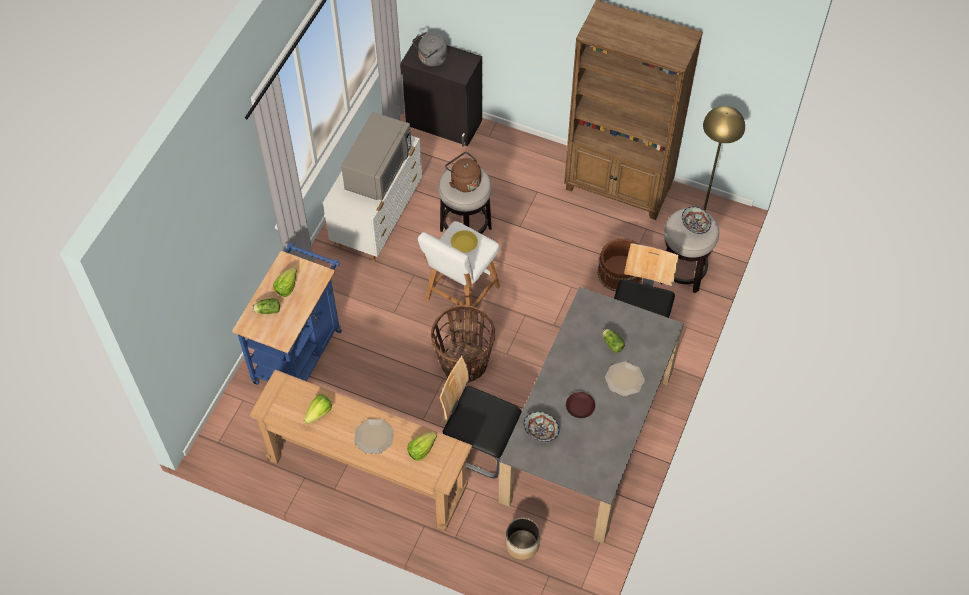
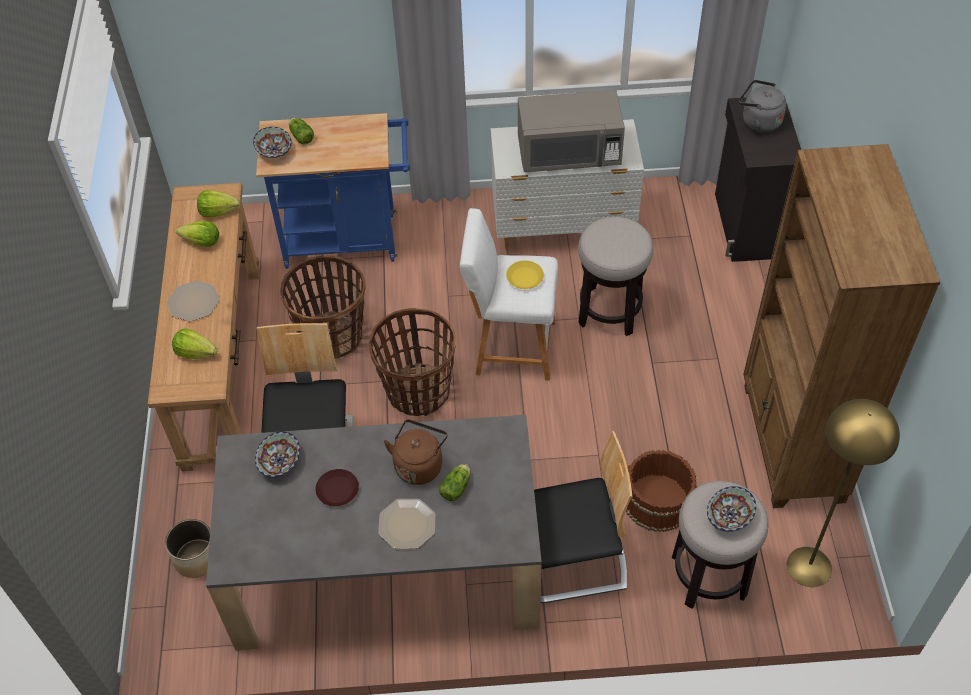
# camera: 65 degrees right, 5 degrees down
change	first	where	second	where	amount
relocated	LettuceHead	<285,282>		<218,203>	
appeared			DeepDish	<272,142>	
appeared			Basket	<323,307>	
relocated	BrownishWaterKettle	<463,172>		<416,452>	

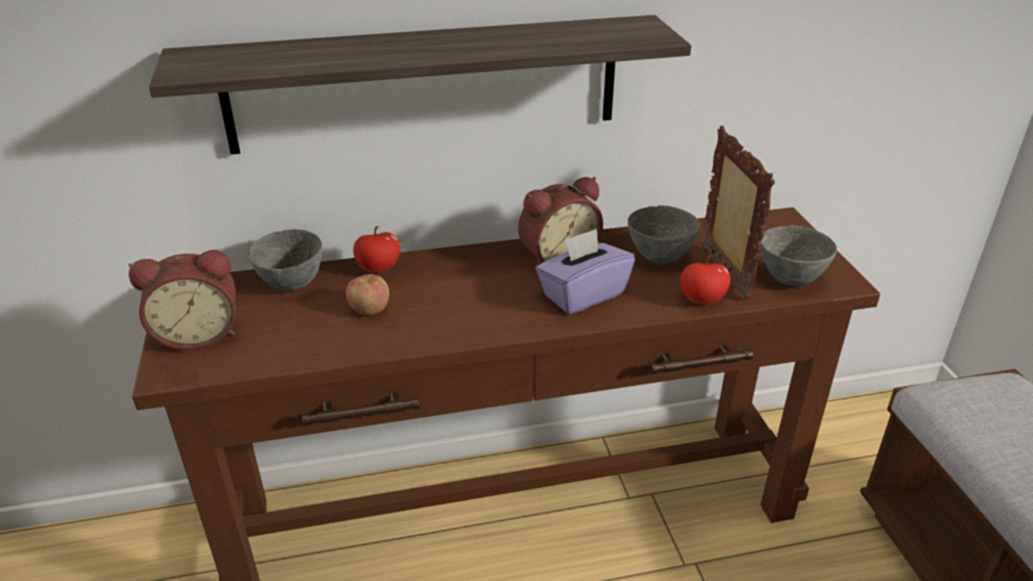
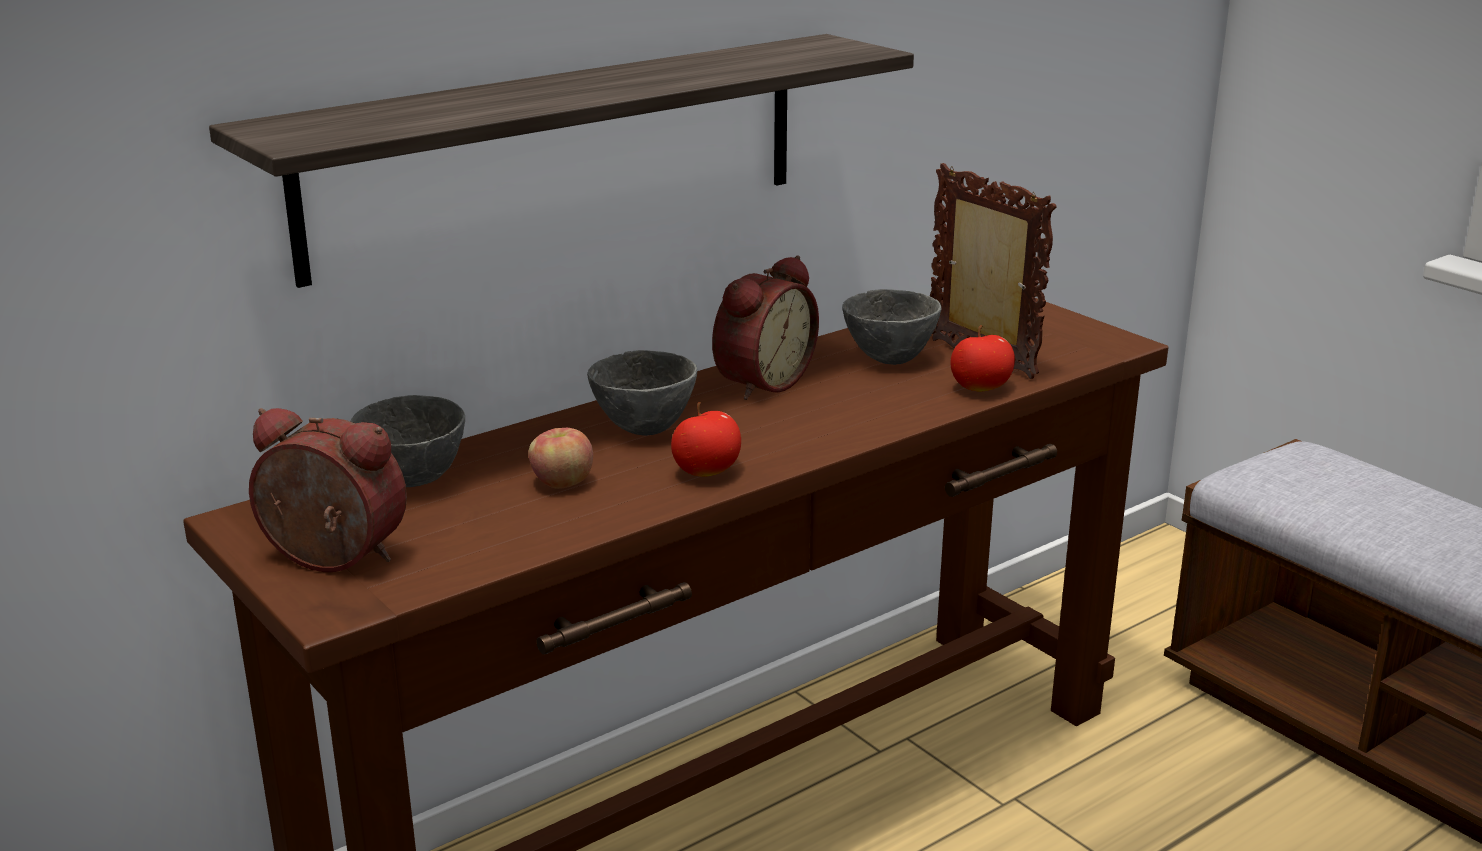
# camera: 25 degrees left, 10 degrees down
change	first	where	second	where	amount
spun	AlarmClock	<182,300>		<328,490>	120 degrees counterclockwise
relocated	GrayDeepDish	<798,256>		<642,393>	
relocated	Apple	<376,249>		<706,439>	
missing	PurpleTissueBox	<585,271>			

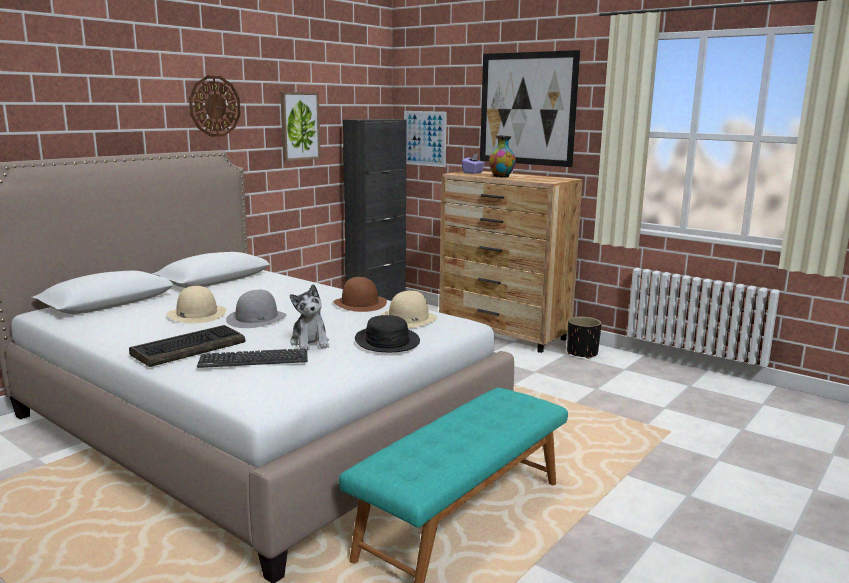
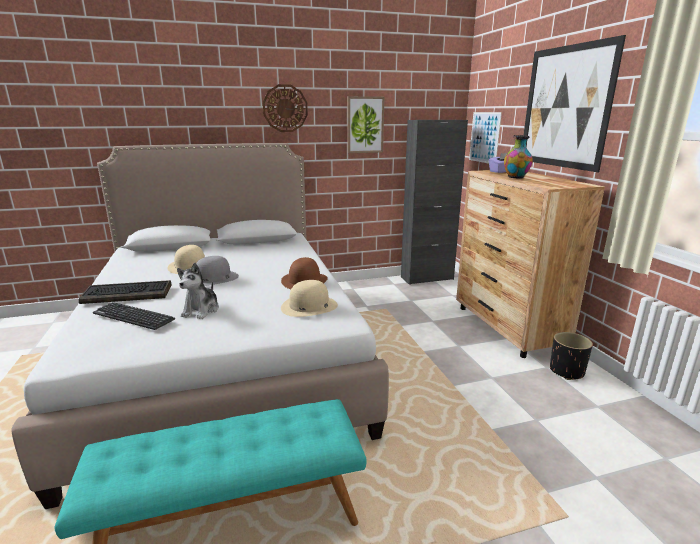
# camera: 35 degrees right, 5 degrees up
change	first	where	second	where	amount
missing	BlackWearableHat	<387,333>			

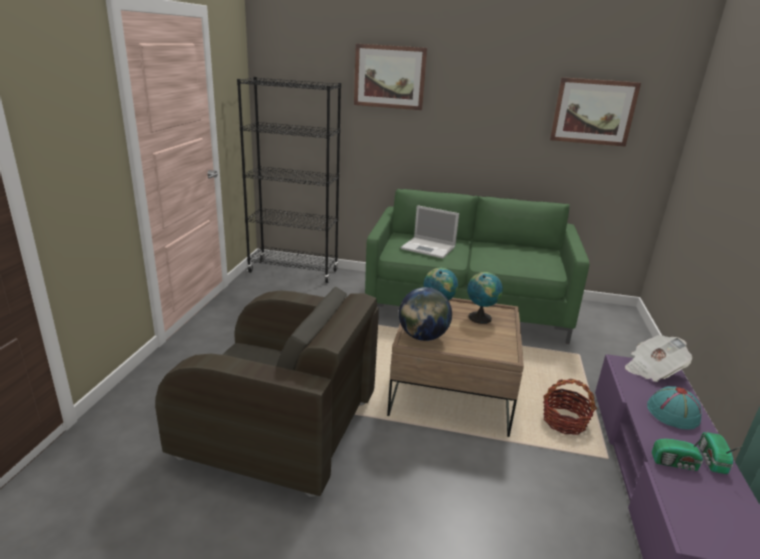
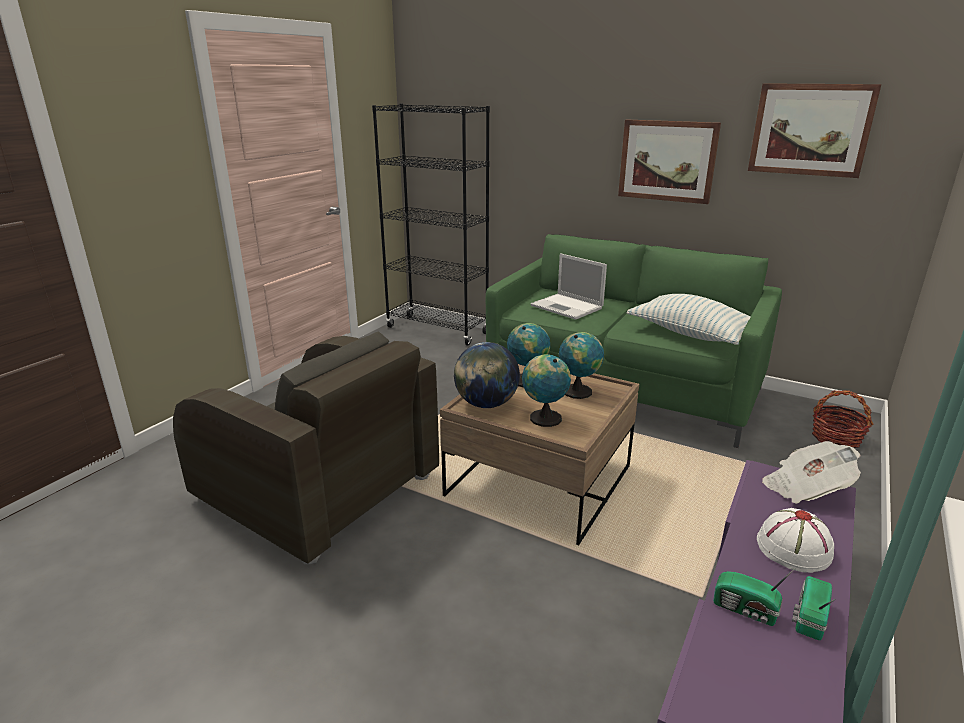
# camera: 20 degrees right, 0 degrees up
change	first	where	second	where	amount
appeared			WorldGlobe	<546,390>	
relocated	WallPicture	<390,77>		<669,162>	
appeared			Pillow	<689,319>	
colour	BlueGreenWearableHat	<674,408>	WhiteColouredWearableHat	<795,540>	
relocated	Basket	<570,407>		<842,419>	

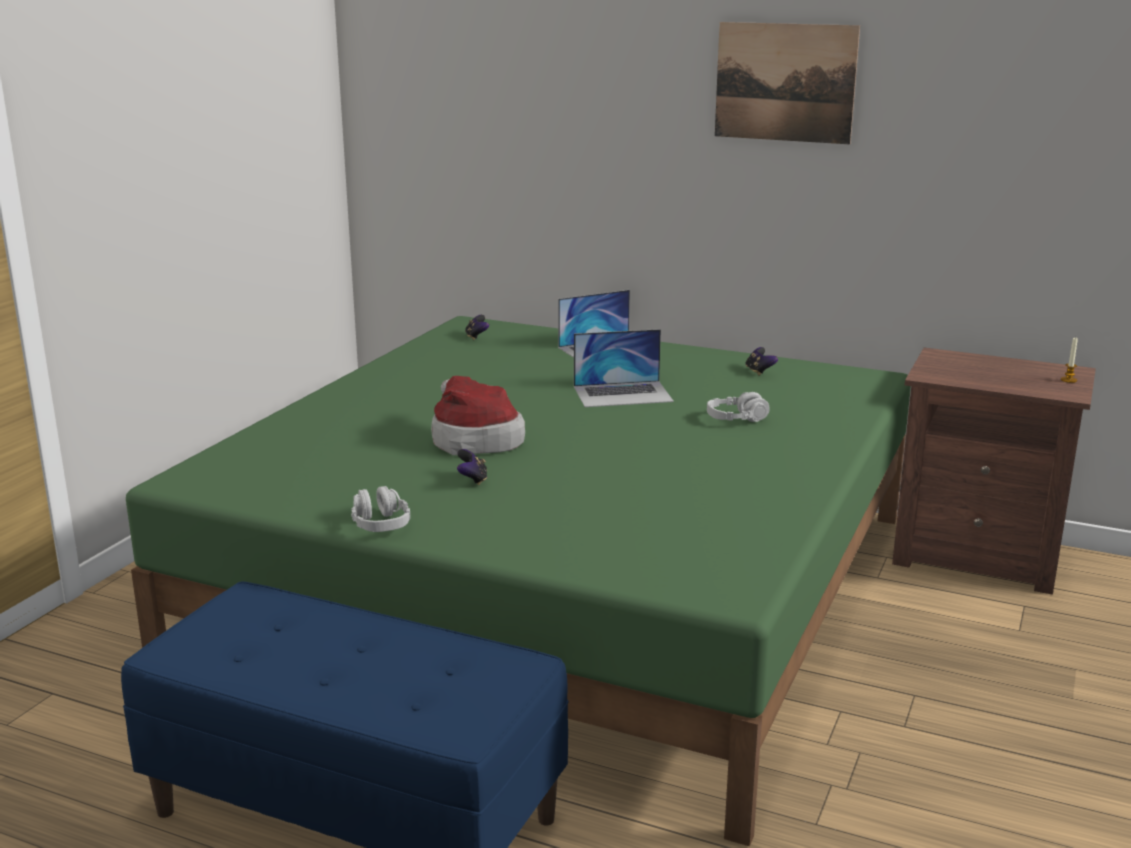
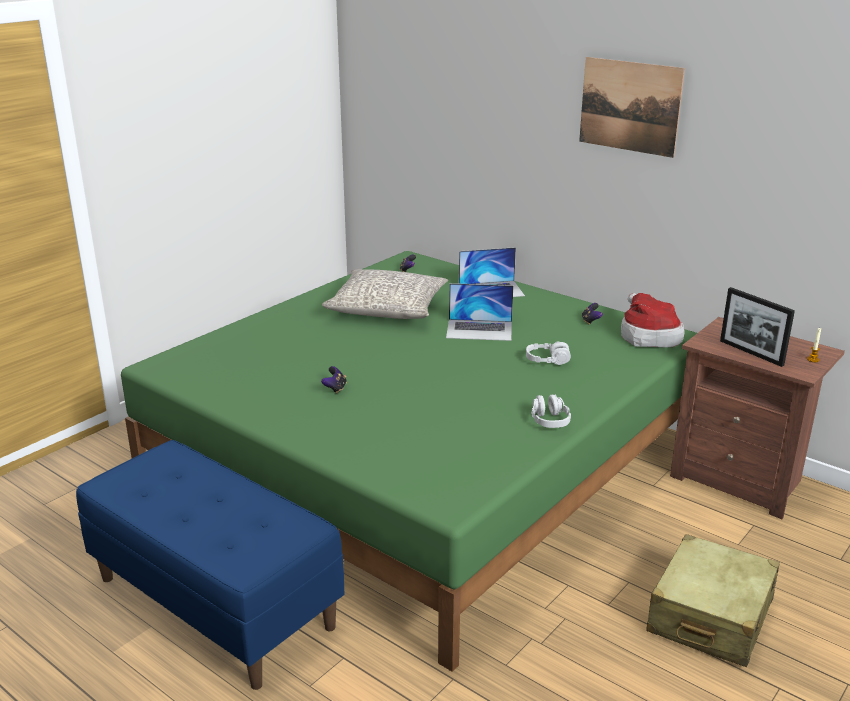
# camera: 15 degrees right, 5 degrees up
change	first	where	second	where	amount
appeared			GrayPillow	<385,294>	
relocated	GrayHeadset	<380,509>		<551,411>	
relocated	WearableHat	<478,415>		<652,320>	
appeared			SandColouredTravelCase	<713,600>	
appeared			StandingFrame	<757,327>	

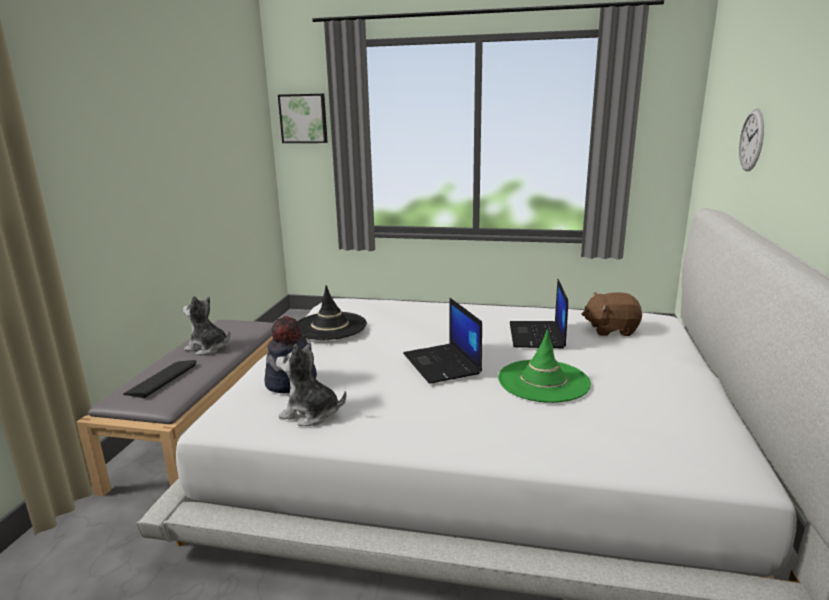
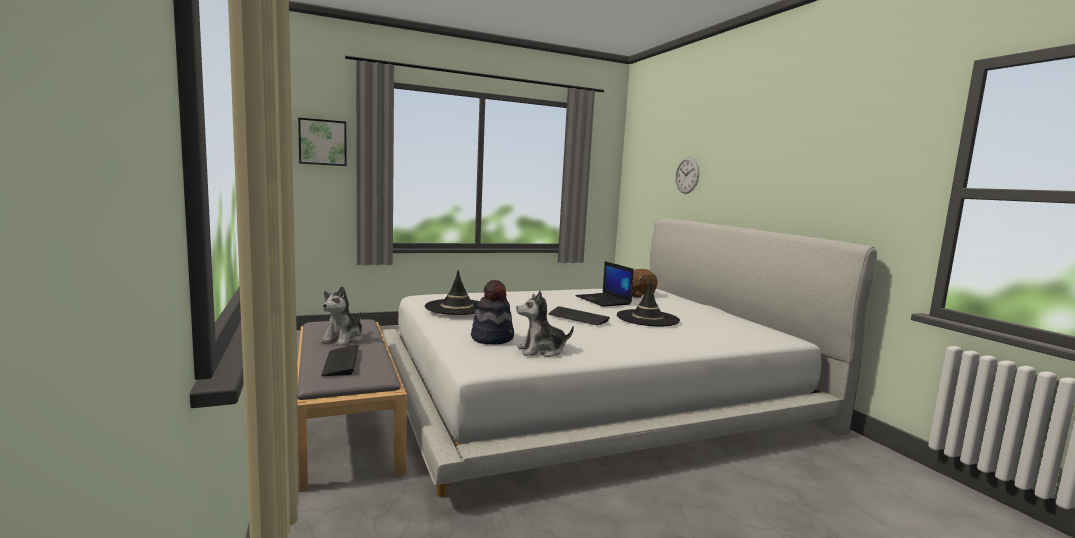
# camera: 35 degrees left, 10 degrees down
change	first	where	second	where	amount
spun	PlushToy	<206,325>		<341,316>	60 degrees counterclockwise
exchanged	NotebookComputer	<442,341>	ComputerKeyboard	<579,316>	
colour	GreenWearableHat	<544,366>	BlackWearableHat	<648,303>	

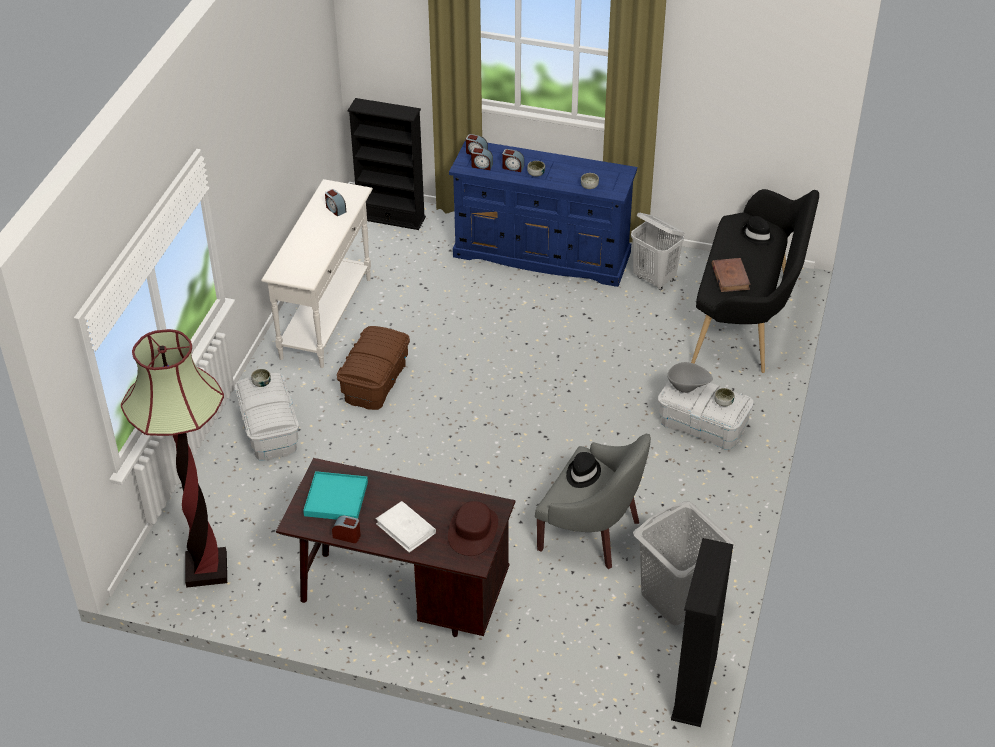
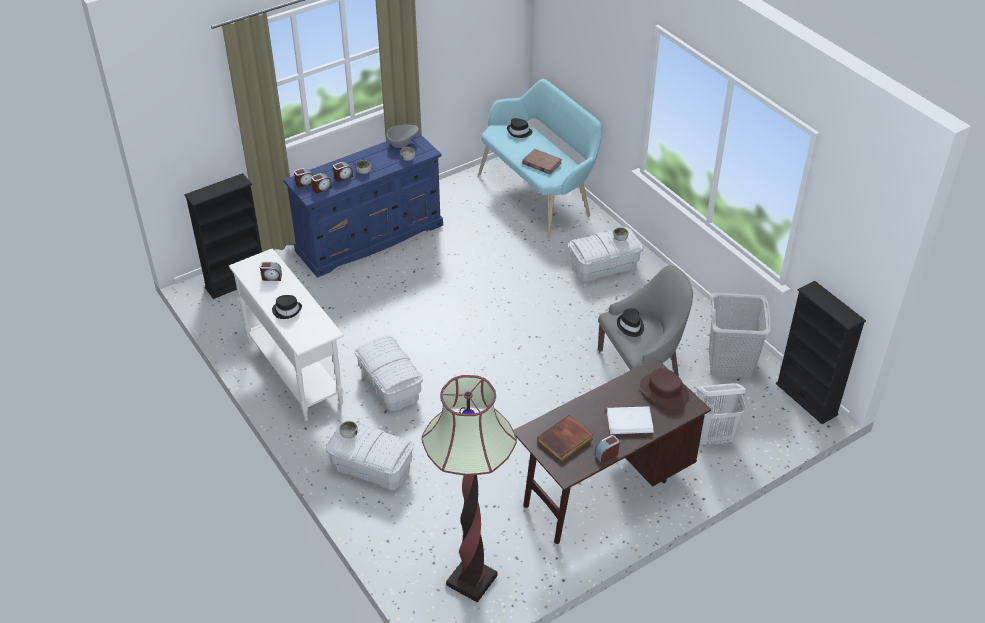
# camera: 50 degrees left, 0 degrees up
change	first	where	second	where	amount
appeared			BlackWearableHat	<287,307>	
colour	BrownishStorageContainer	<373,368>	WhiteColouredStorageContainer	<389,373>	
relocated	GrayDeepDish	<690,377>		<403,136>	
colour	BlackBench	<755,281>	BlueGreenBench	<540,159>	
exchanged	BlueGreenTray	<335,495>	Book	<565,438>	
relocated	WhiteColouredHamper	<657,251>		<721,414>	

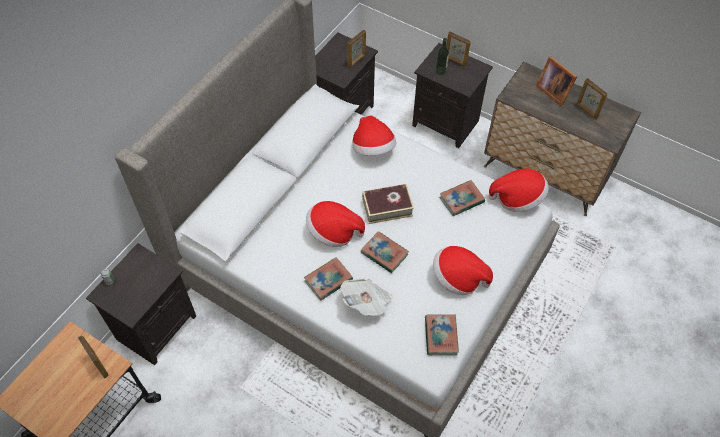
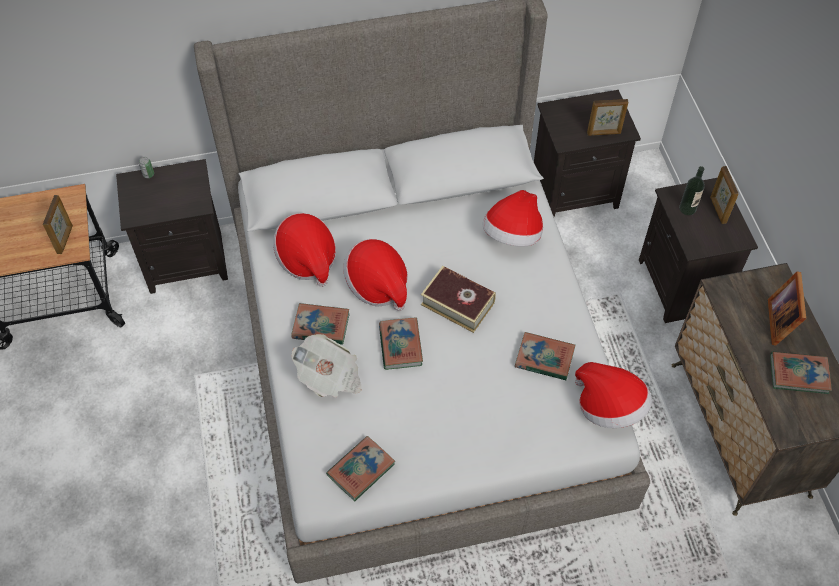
# camera: 45 degrees right, 0 degrees up
change	first	where	second	where	amount
relocated	WearableHat	<463,270>		<304,250>	
exchanged	StandingFrame	<592,98>	Book	<801,373>	

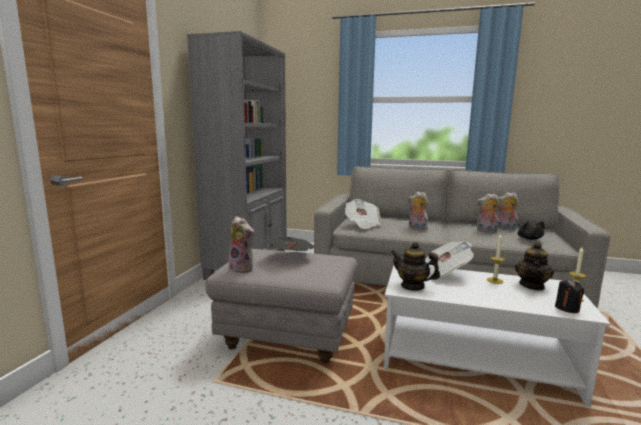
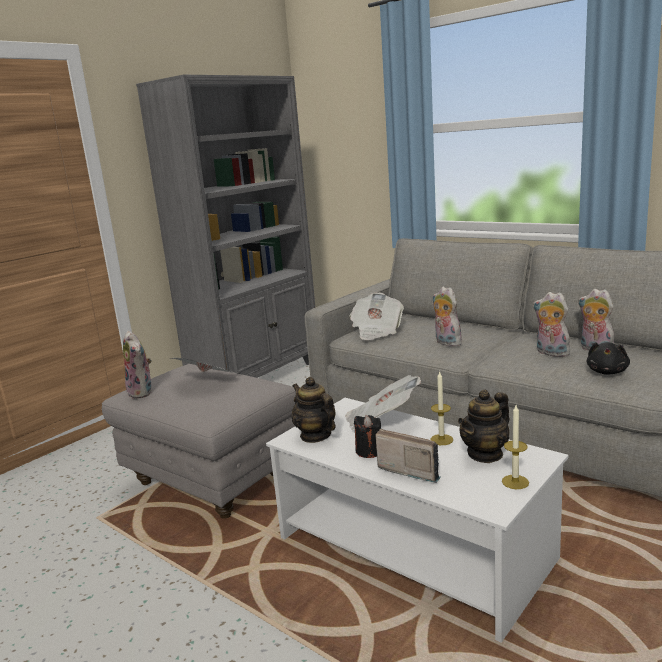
# camera: 25 degrees right, 5 degrees up
change	first	where	second	where	amount
relocated	BlackWaxLight	<569,296>		<367,436>	
appeared			Radio	<408,456>	

